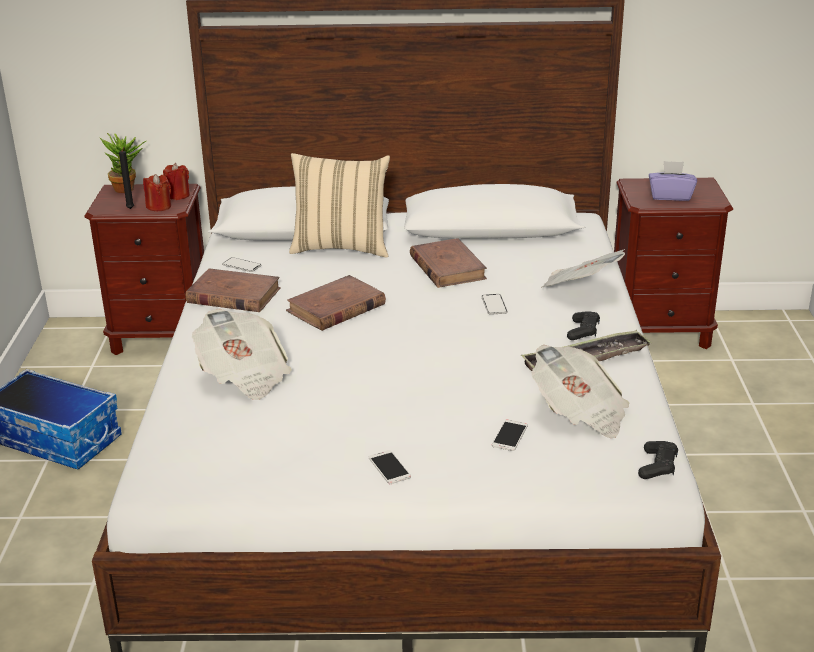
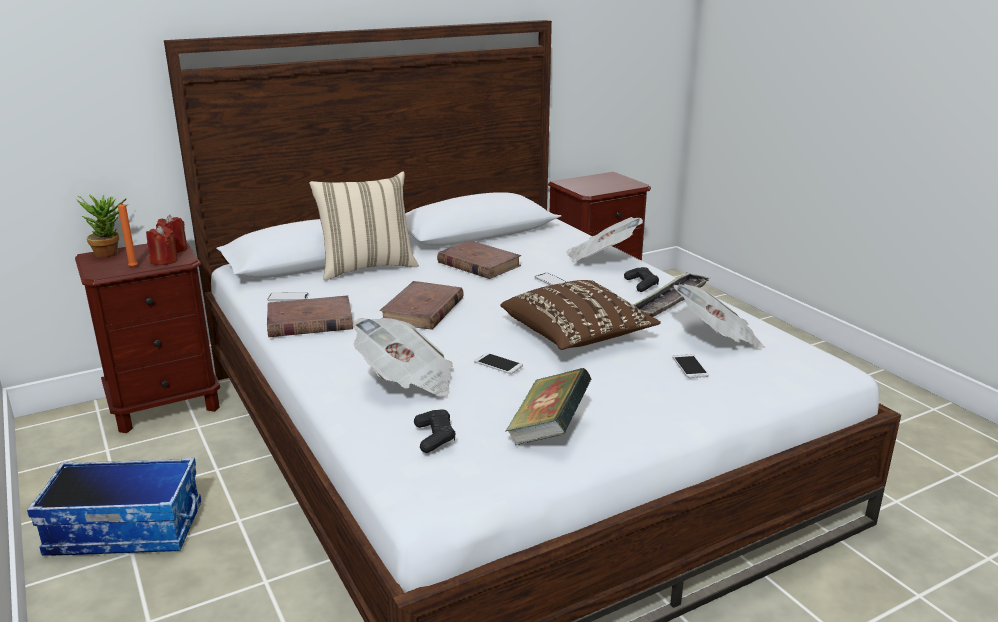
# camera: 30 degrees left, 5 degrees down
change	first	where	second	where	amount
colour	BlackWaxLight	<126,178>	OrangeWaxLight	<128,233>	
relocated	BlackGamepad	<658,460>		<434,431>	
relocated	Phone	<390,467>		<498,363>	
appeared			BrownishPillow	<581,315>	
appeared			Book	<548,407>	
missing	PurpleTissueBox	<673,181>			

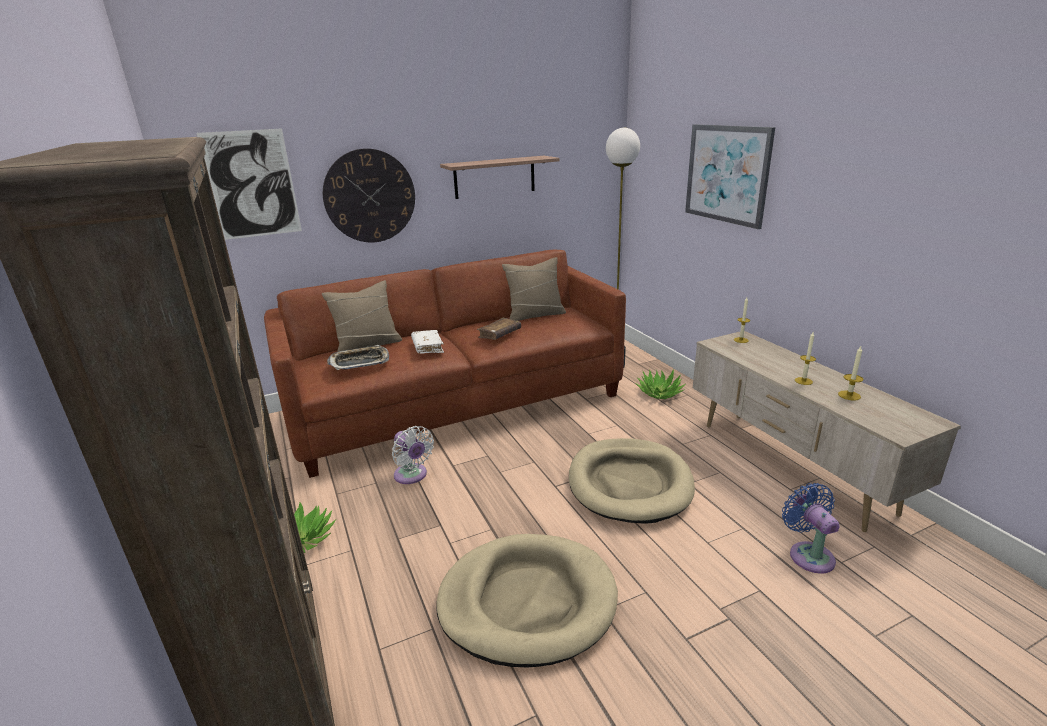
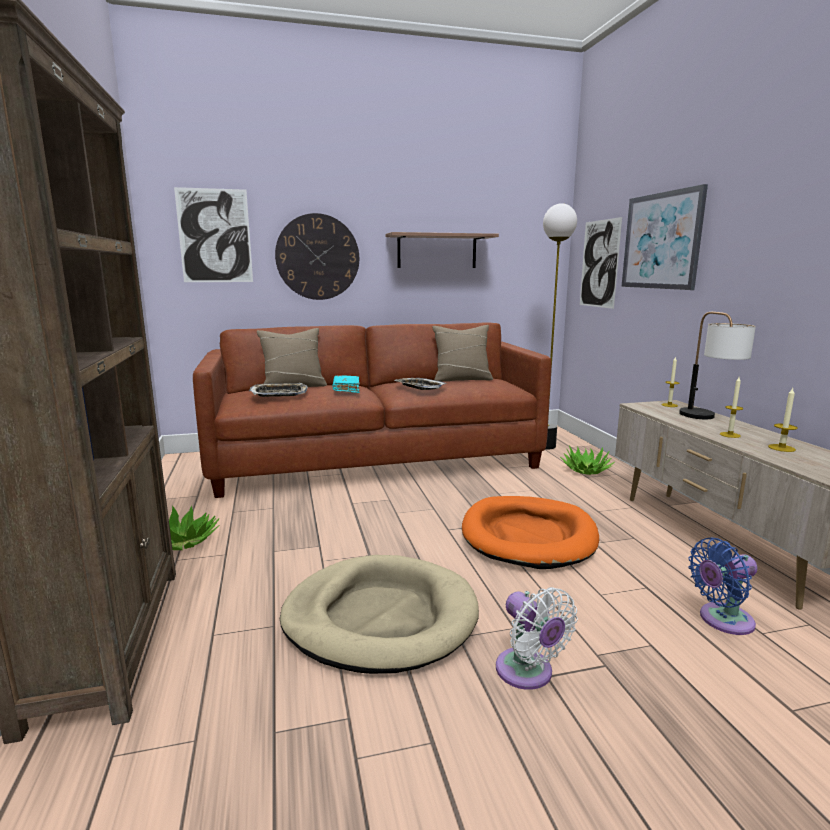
# camera: 10 degrees right, 10 degrees down
change	first	where	second	where	amount
colour	WhiteColouredBook	<427,342>	BlueGreenBook	<346,384>	
exchanged	BrownishBook	<499,329>	Tray	<421,384>	
colour	SandColouredPetBed	<632,481>	OrangePetBed	<530,532>	
relocated	WhiteColouredFan	<413,455>		<537,638>	
appeared			WallPicture	<601,263>	
appeared			LampForATable	<717,365>	
spun	BlueColouredFan	<811,528>		<723,586>	105 degrees counterclockwise

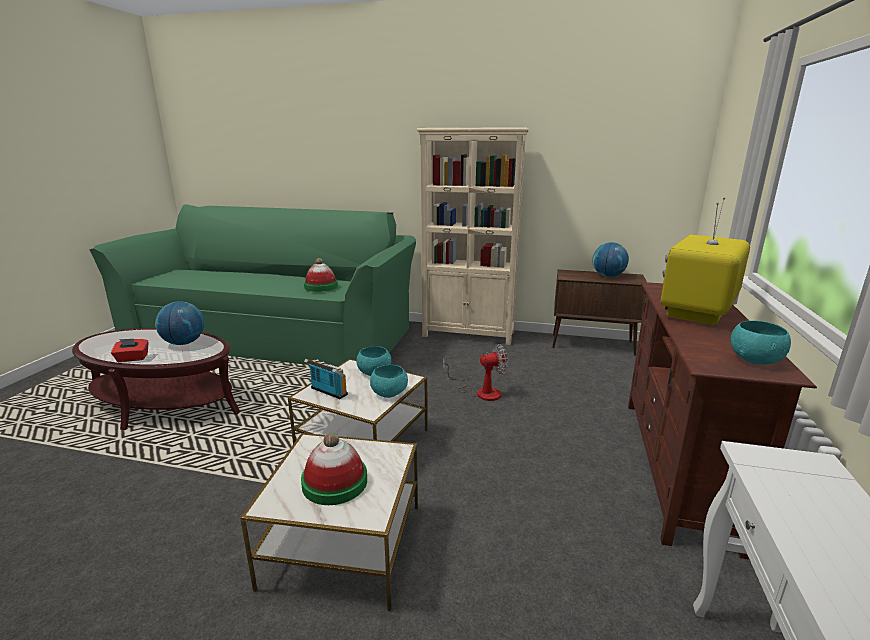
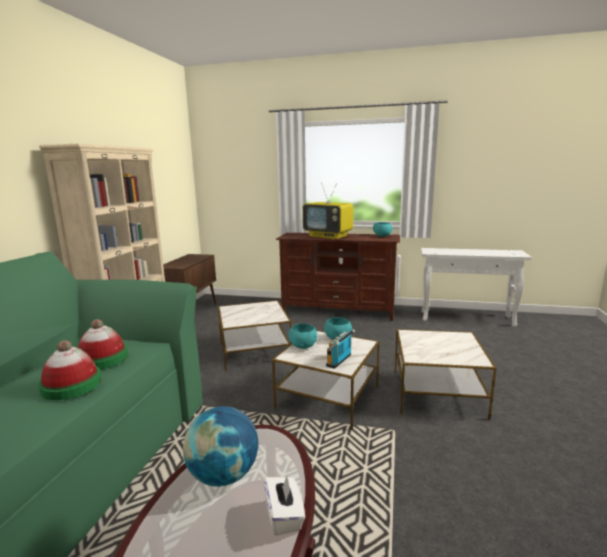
# camera: 90 degrees left, 5 degrees down
change	first	where	second	where	amount
relocated	WearableHat	<334,468>		<70,370>	
exchanged	Fan	<476,372>	AccentTable	<254,335>	
colour	RedTissueBox	<130,350>	WhiteColouredTissueBox	<284,506>	
missing	WorldGlobe	<610,259>			

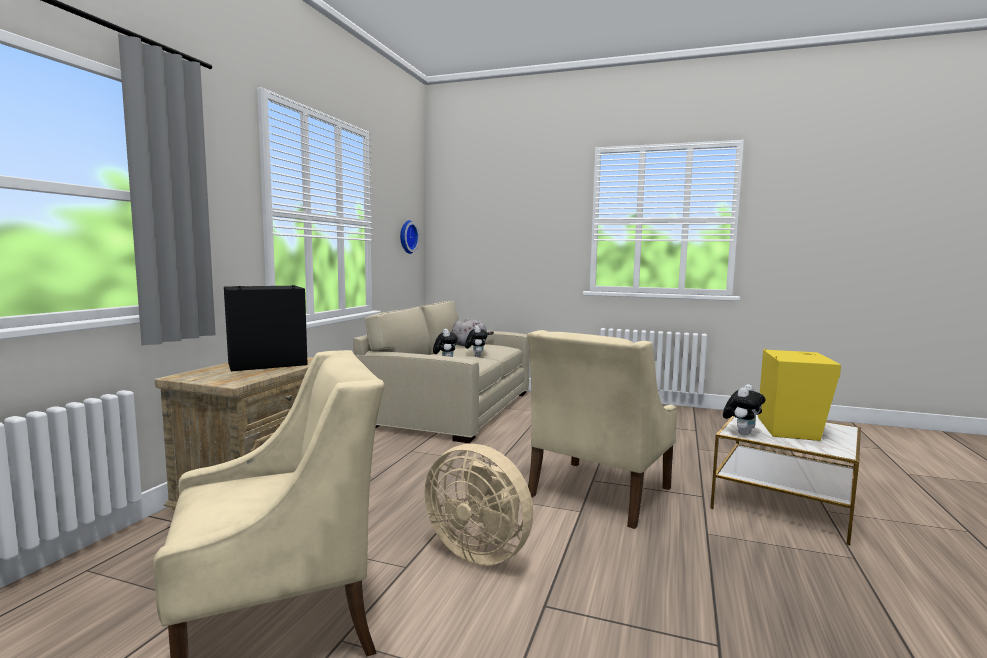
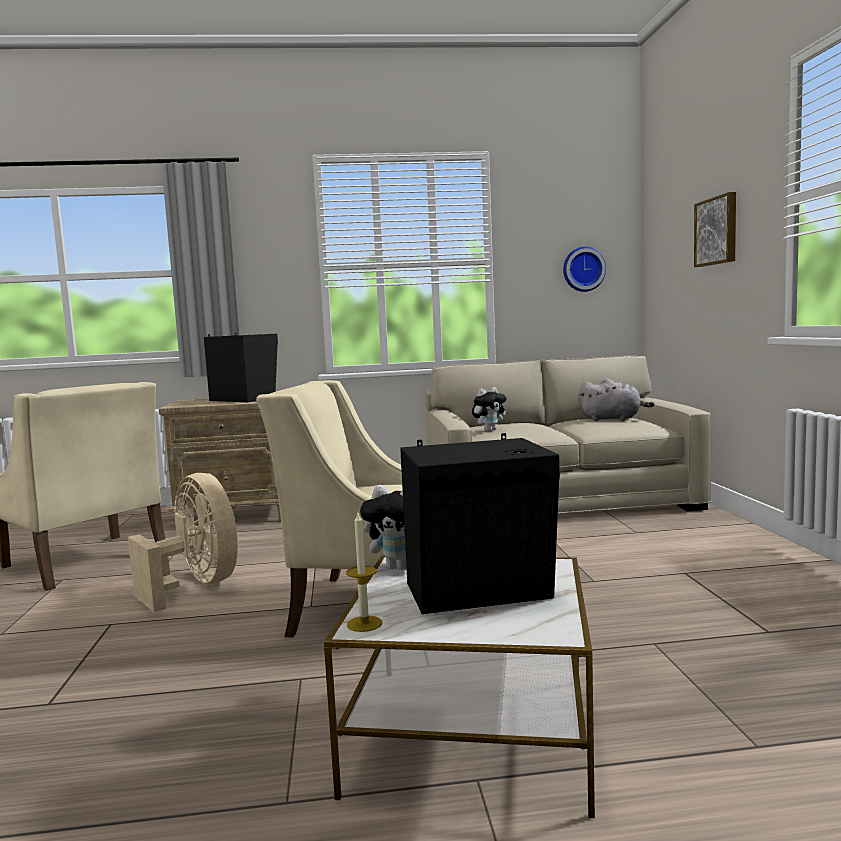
# camera: 65 degrees right, 0 degrees up
change	first	where	second	where	amount
spun	SandColouredFan	<478,505>		<183,542>	135 degrees clockwise
appeared			WaxLight	<364,572>	
colour	YellowAudioSpeaker	<799,394>	BlackAudioSpeaker	<480,523>	
appeared			WallPicture	<715,229>	
missing	PlushToy	<476,341>			

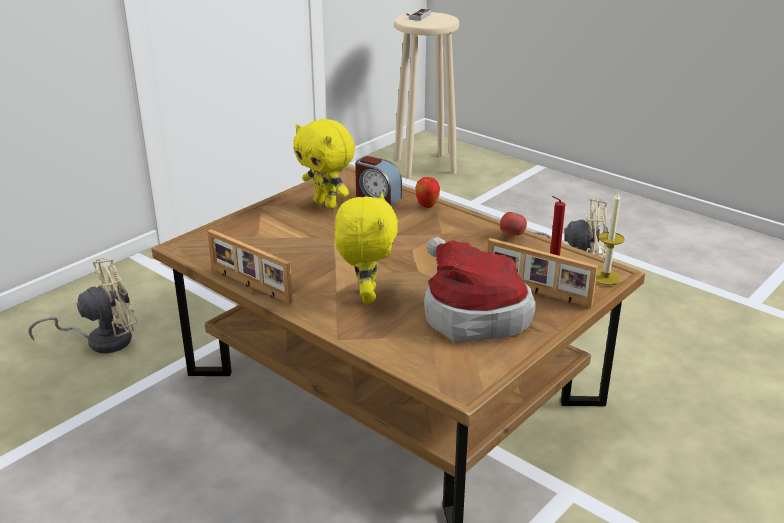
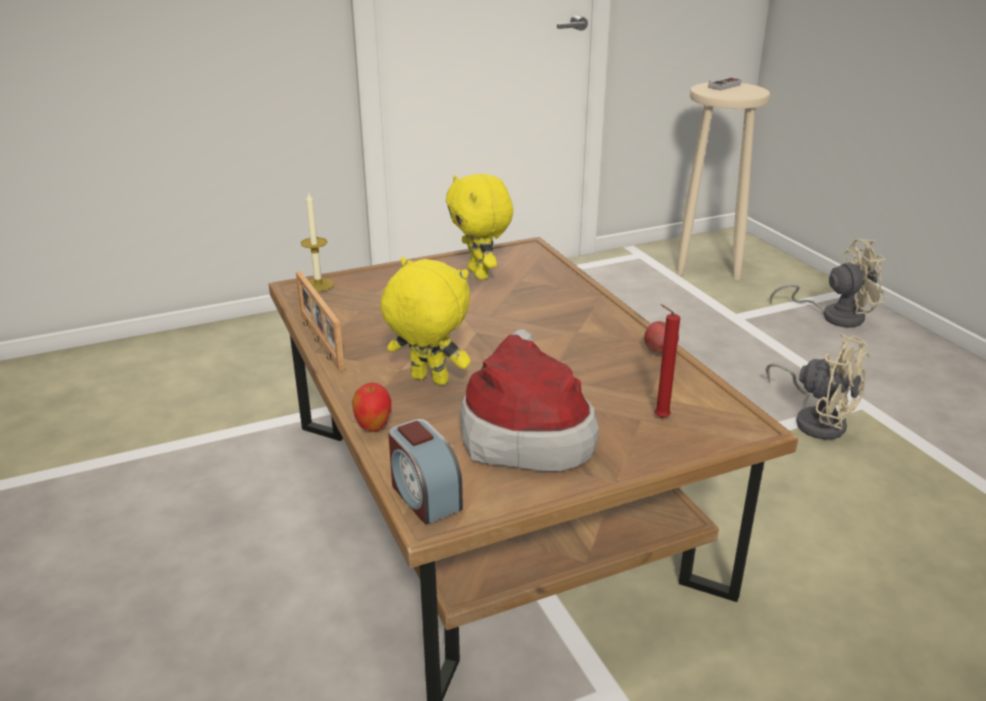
# camera: 25 degrees right, 0 degrees up
change	first	where	second	where	amount
relocated	WaxLight	<610,238>		<317,242>	
relocated	Apple	<427,192>		<371,407>	
spun	YellowPlushToy	<366,248>		<425,321>	90 degrees counterclockwise
relocated	AlarmClock	<378,180>		<425,472>	
relocated	SandColouredFan	<83,305>		<828,283>	
missing	StandingFrame	<542,273>			

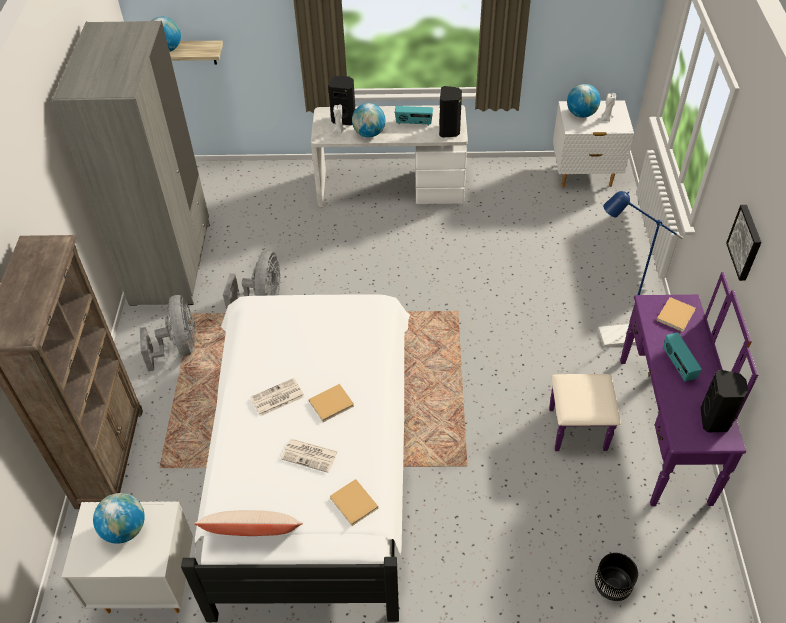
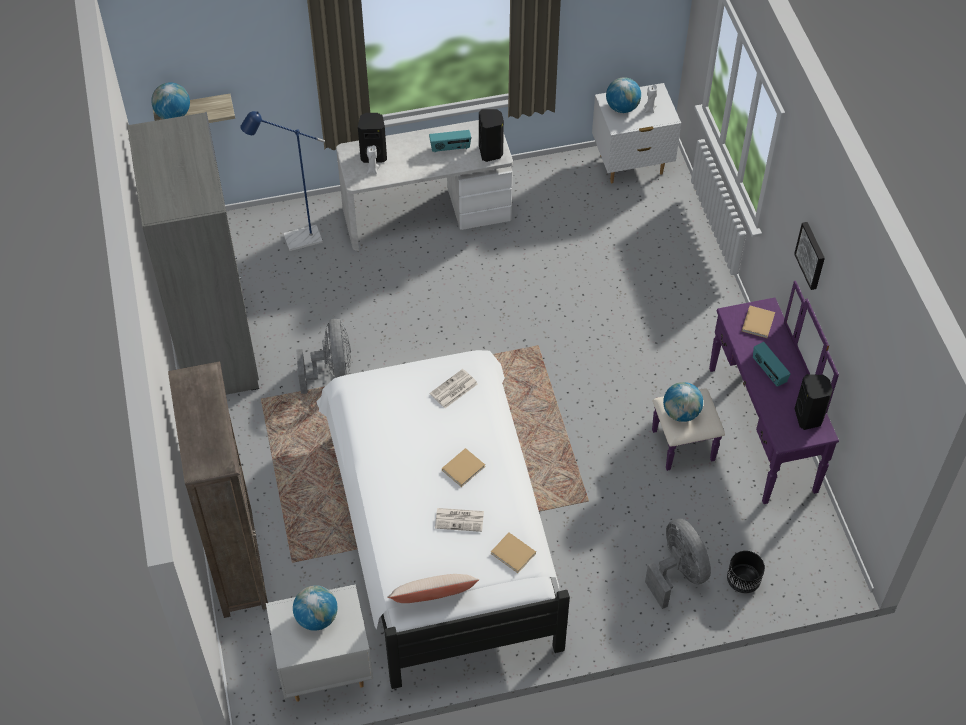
# camera: 15 degrees left, 5 degrees up
change	first	where	second	where	amount
relocated	BlueColouredFloorLamp	<640,269>		<282,181>	
relocated	DailyPaper	<277,397>		<454,388>	
relocated	GrayFan	<167,333>		<678,564>	
relocated	WorldGlobe	<368,120>		<683,402>	

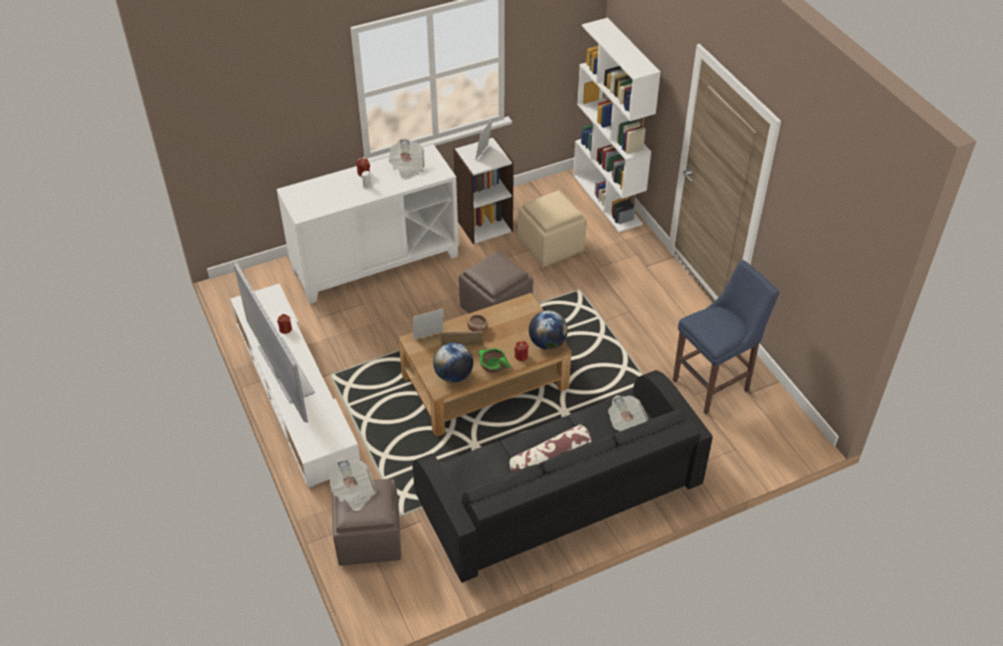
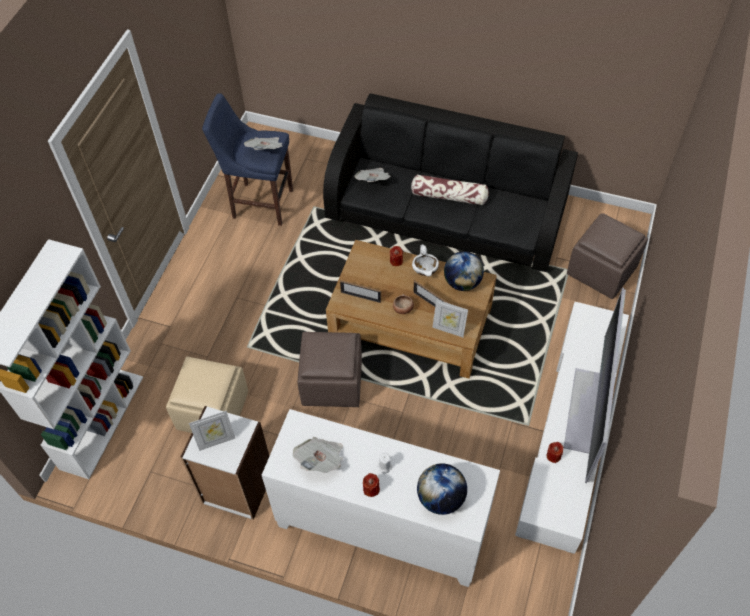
# camera: 135 degrees left, 10 degrees up
change	first	where	second	where	amount
relocated	DailyPaper	<352,484>		<263,143>	
appeared			StandingFrame	<360,291>	
colour	GreenDeepDish	<494,360>	WhiteColouredDeepDish	<425,260>	
relocated	WorldGlobe	<548,330>		<442,489>	

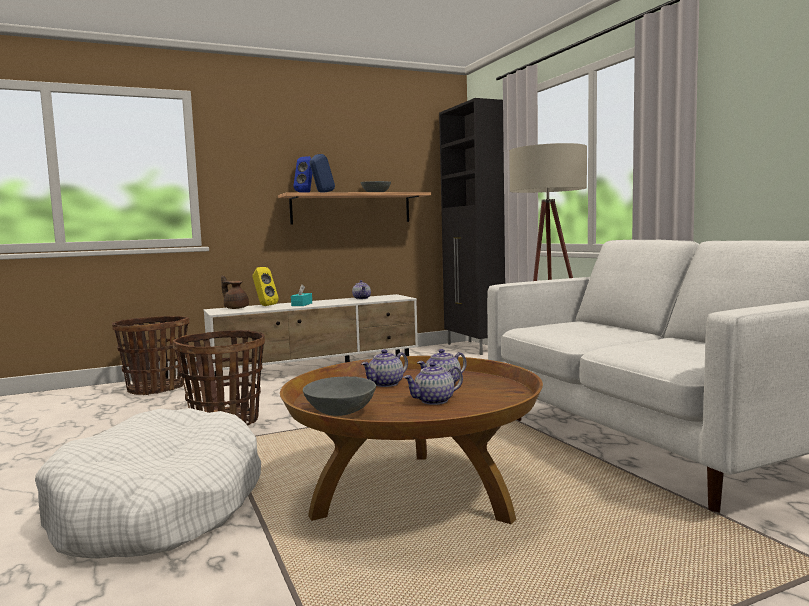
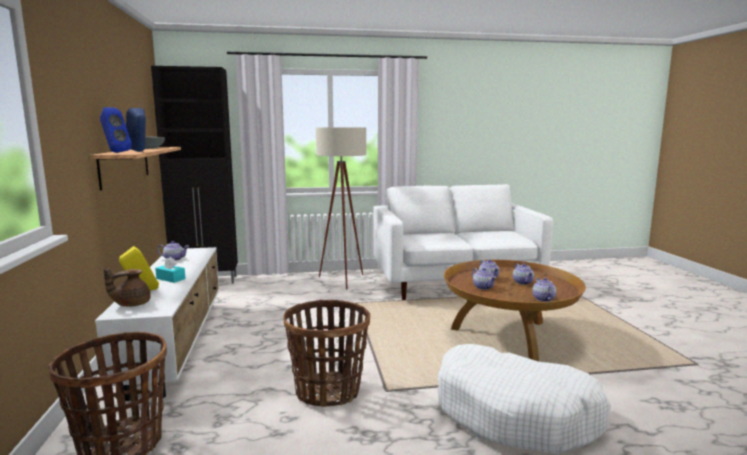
# camera: 75 degrees left, 5 degrees up
change	first	where	second	where	amount
exchanged	GrayDeepDish	<339,396>	Teapot	<544,290>	

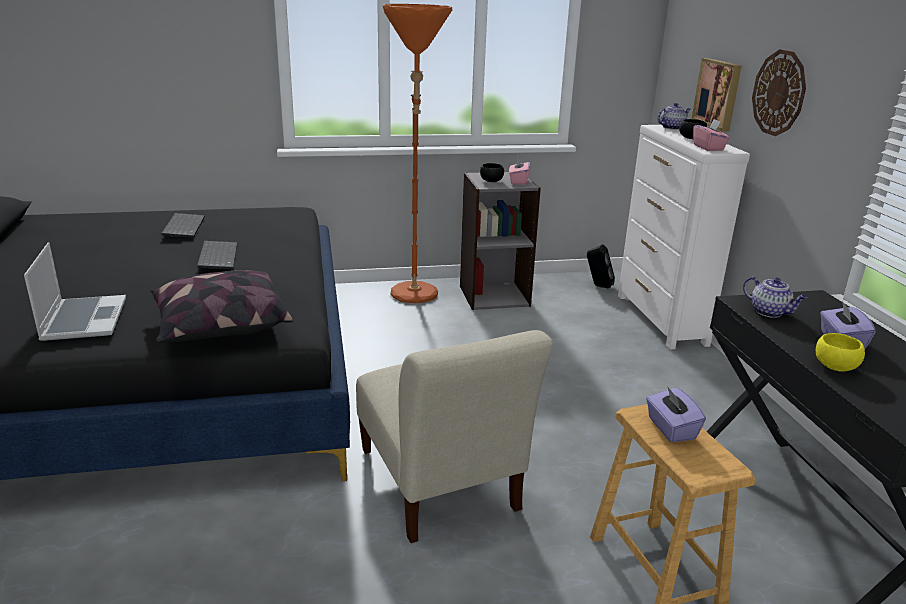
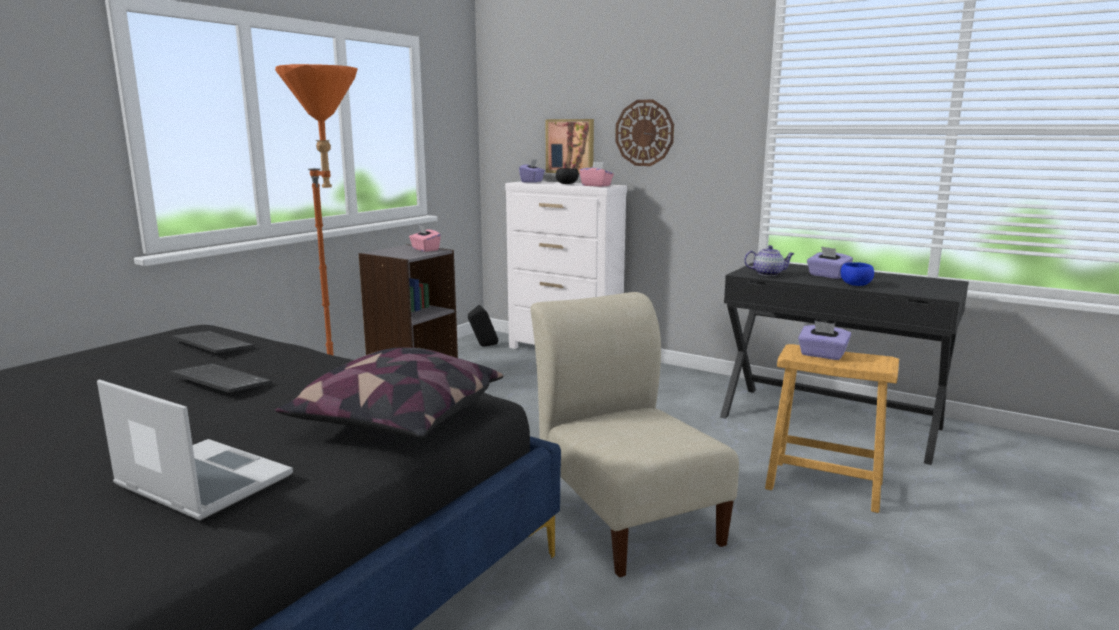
# camera: 45 degrees left, 10 degrees down
change	first	where	second	where	amount
relocated	ComputerKeyboard	<183,225>		<212,342>	
exchanged	Teapot	<673,116>	PurpleTissueBox	<532,171>	
spun	SandColouredPlainChair	<454,436>		<634,435>	135 degrees counterclockwise
colour	YellowDeepDish	<840,352>	BlueColouredDeepDish	<857,274>	
missing	BlackDeepDish	<492,172>			

